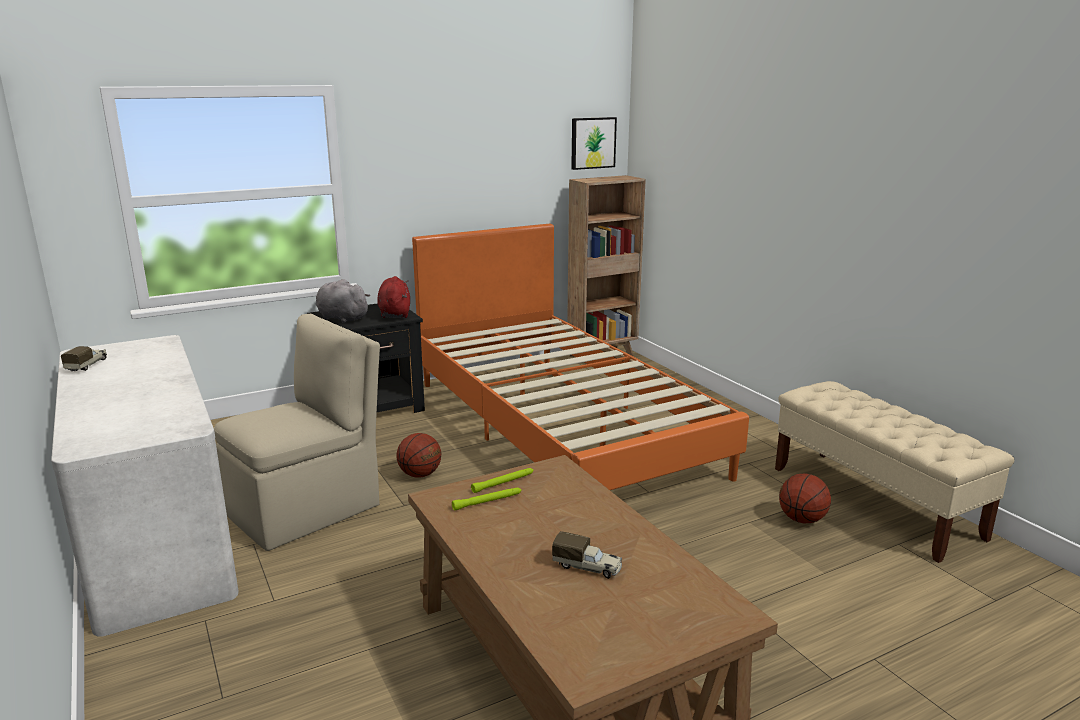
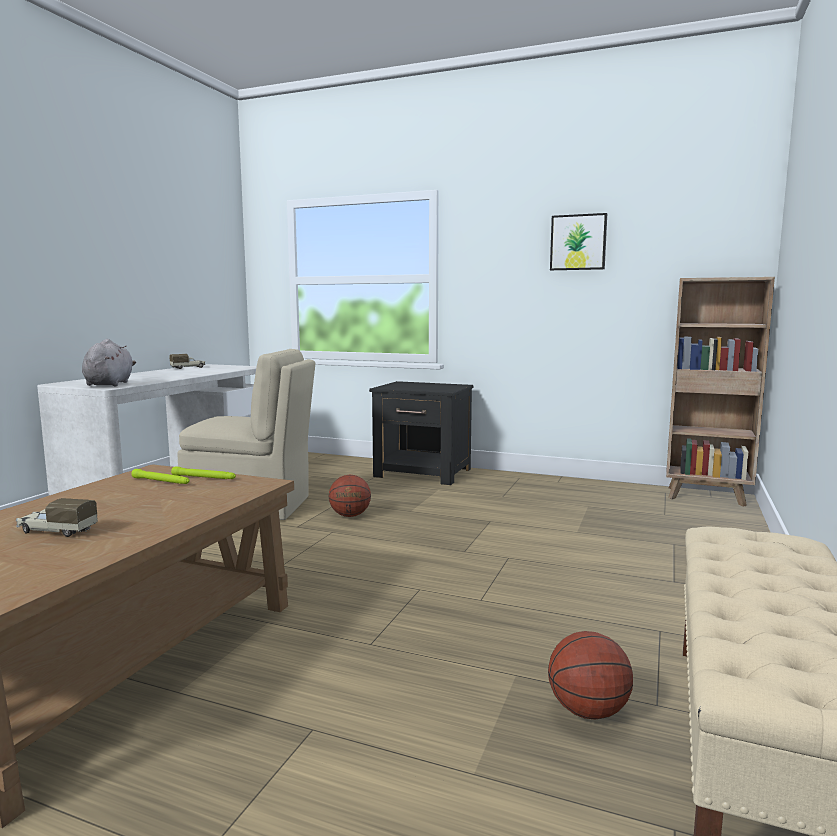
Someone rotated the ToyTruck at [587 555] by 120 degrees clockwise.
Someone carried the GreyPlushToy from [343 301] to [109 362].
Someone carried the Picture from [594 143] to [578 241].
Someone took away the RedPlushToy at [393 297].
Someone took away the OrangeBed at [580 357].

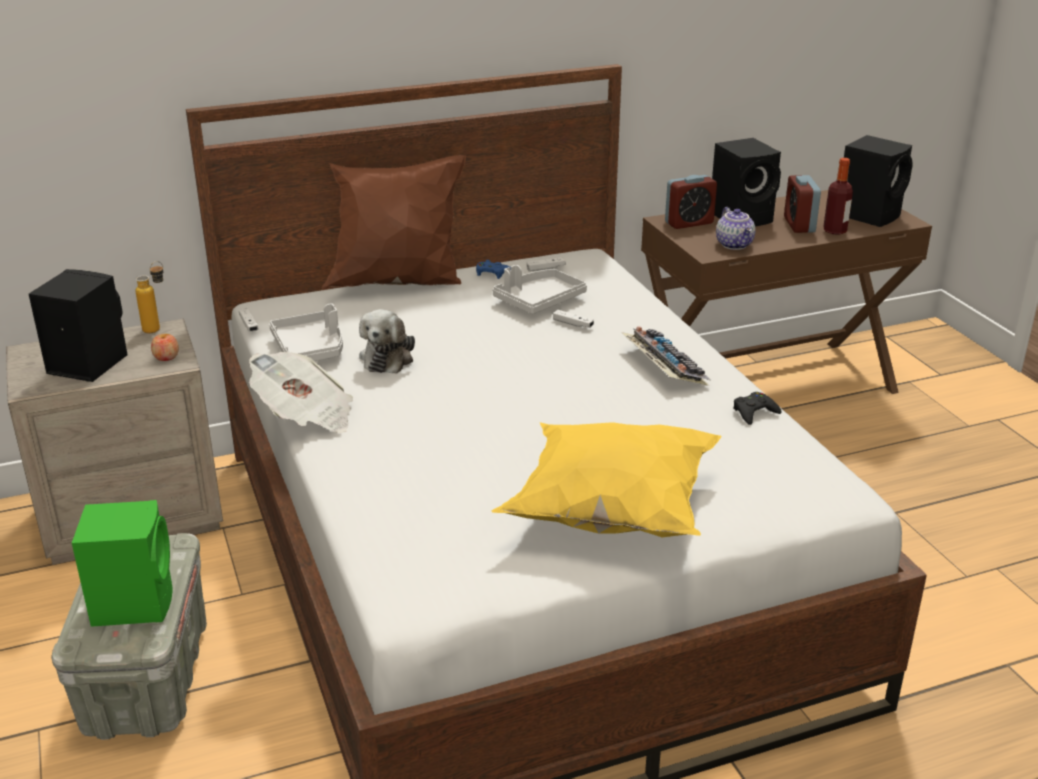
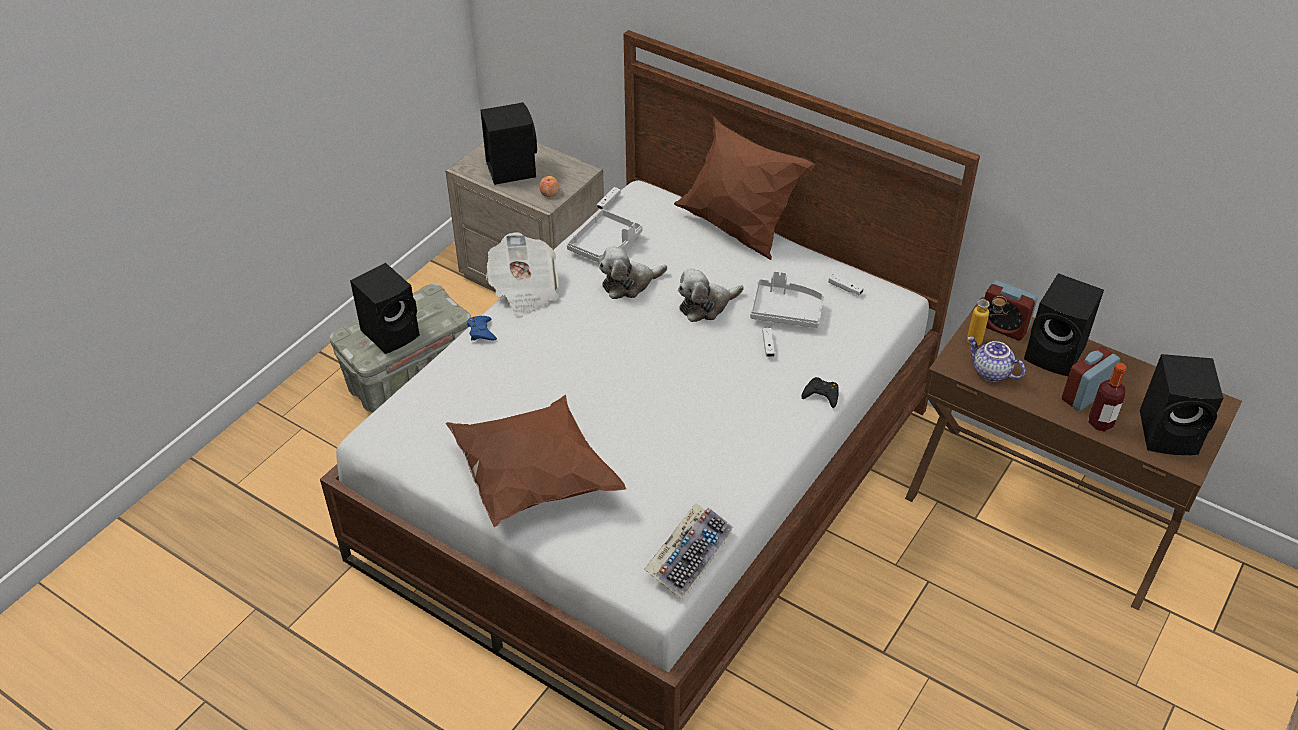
Someone repainted the GreenSpeaker at [122 563], which became the BlackSpeaker at [385 308].
Someone repainted the YellowPillow at [606 479], which became the BrownPillow at [536 461].
Someone carried the BlueGameController from [493 269] to [482 328].
Someone carried the Keyboard from [665 356] to [689 551].
Someone put down the PlushToy at [711 295].
Someone carried the BlackGameController from [757 408] to [820 392].
Someone carried the Bottle from [150 297] to [987 321].
Someone rotated the Teapot at [735 228] by 90 degrees clockwise.

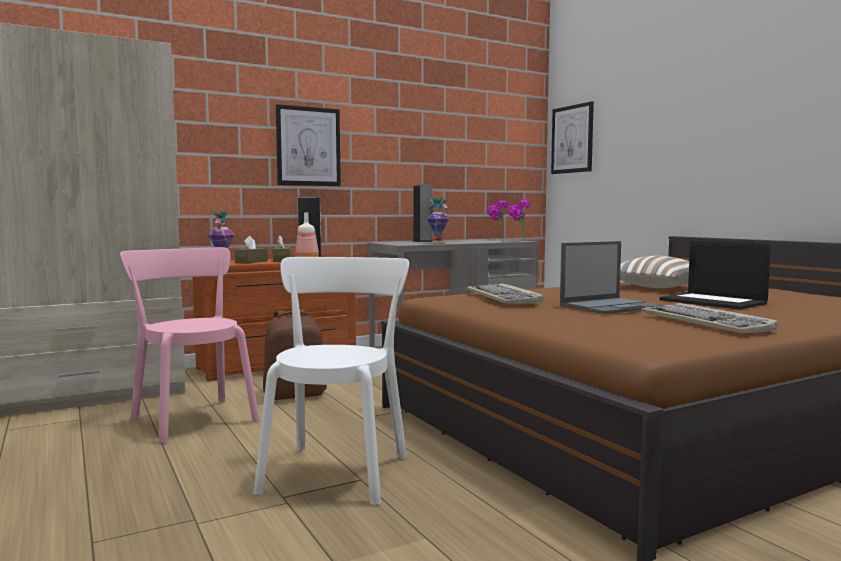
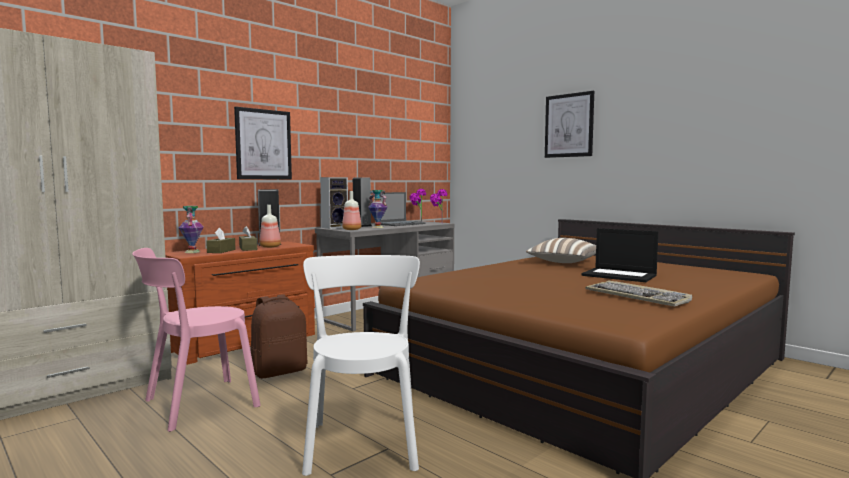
Someone rotated the PinkChair at [190 345] by 75 degrees counterclockwise.
Someone put down the Speaker at [334 203].
Someone put down the Bottle at [351 210].
Someone carried the Laptop from [611 277] to [400 209].
Someone carried the Picture from [572 137] to [569 124].
Someone took away the Keyboard at [505 293].

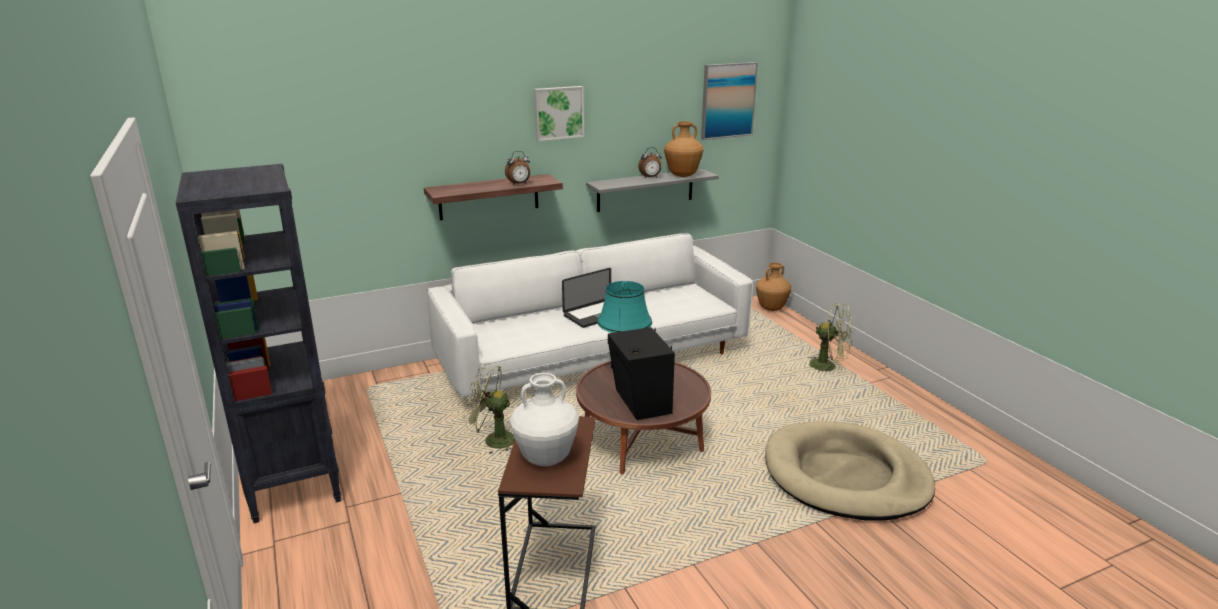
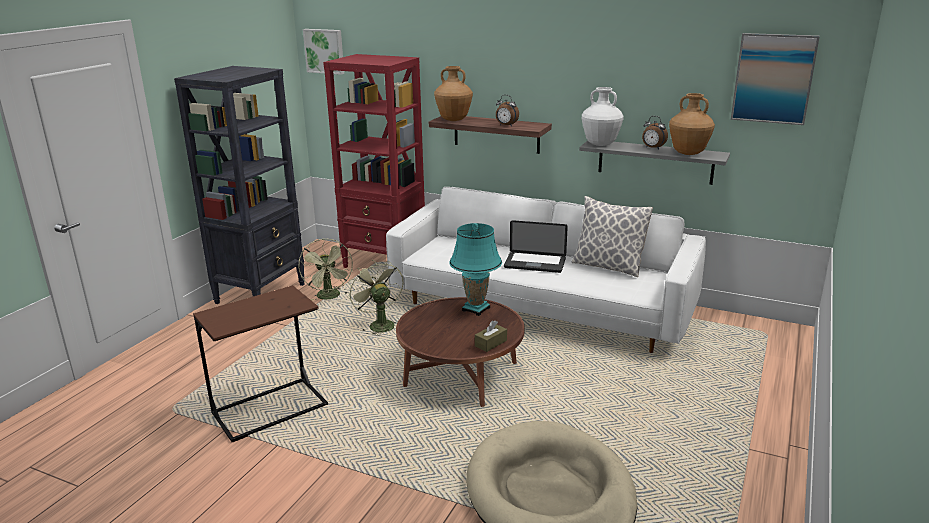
Someone carried the GreenFan from [829 337] to [325 270].
Someone carried the Picture from [559 113] to [323 52].
Someone put down the RedBookcase at [374 161].
Someone carried the BrownVase from [773 286] to [453 93].
Someone put down the BrownTissueBox at [491 336].
Someone put down the Pillow at [612 236].
Someone carried the WhiteVase from [544 419] to [603 116].
Someone took away the BlackSpeaker at [641 373].

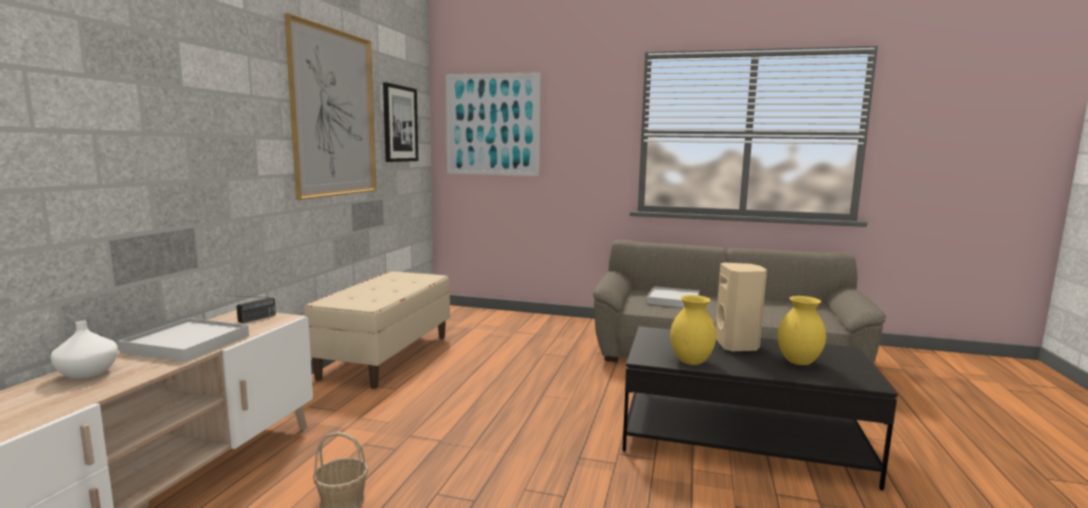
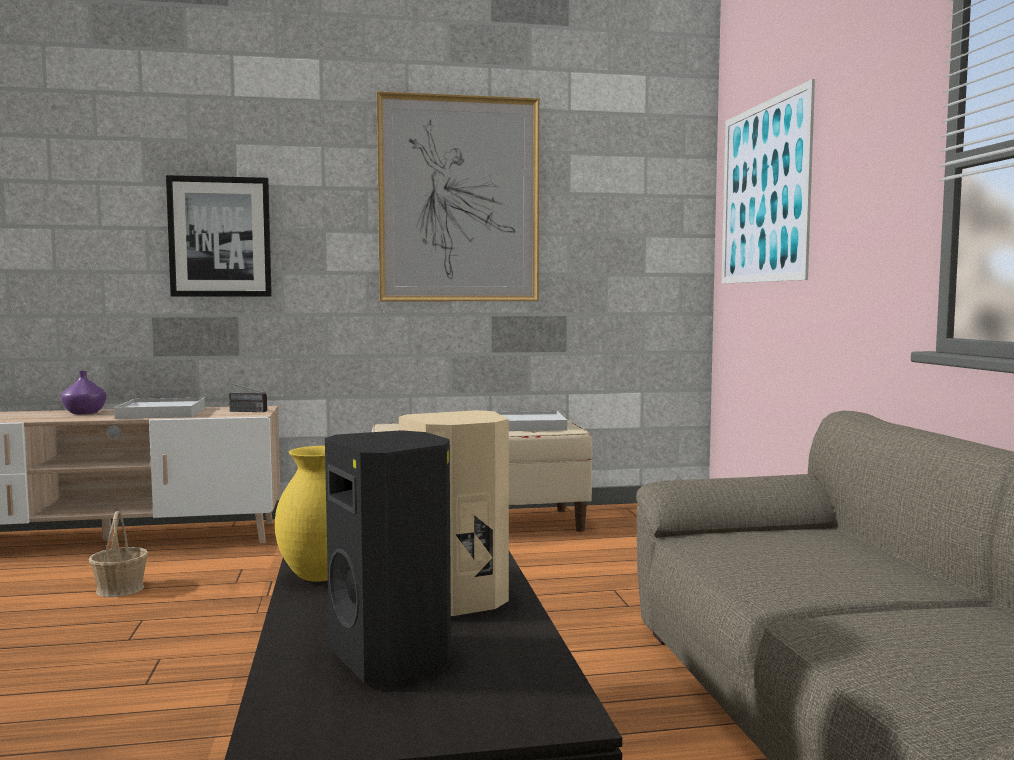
Someone repainted the WhiteVase at [84 350], which became the PurpleVase at [83 392].
Someone carried the Picture from [400 122] to [219 235].
Someone swapped the YellowVase at [802 330] for the BlackSpeaker at [388 557].
Someone carried the WhiteTray from [672 297] to [532 421].

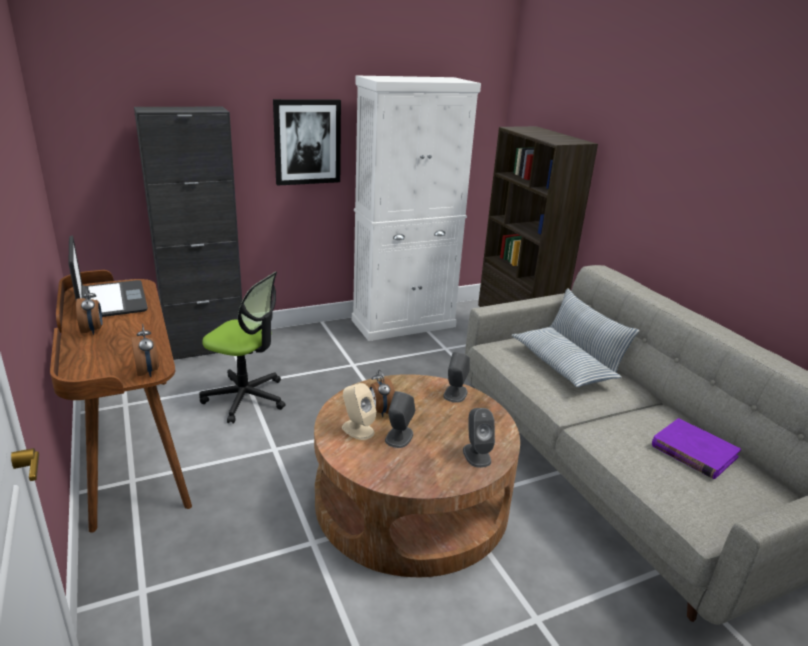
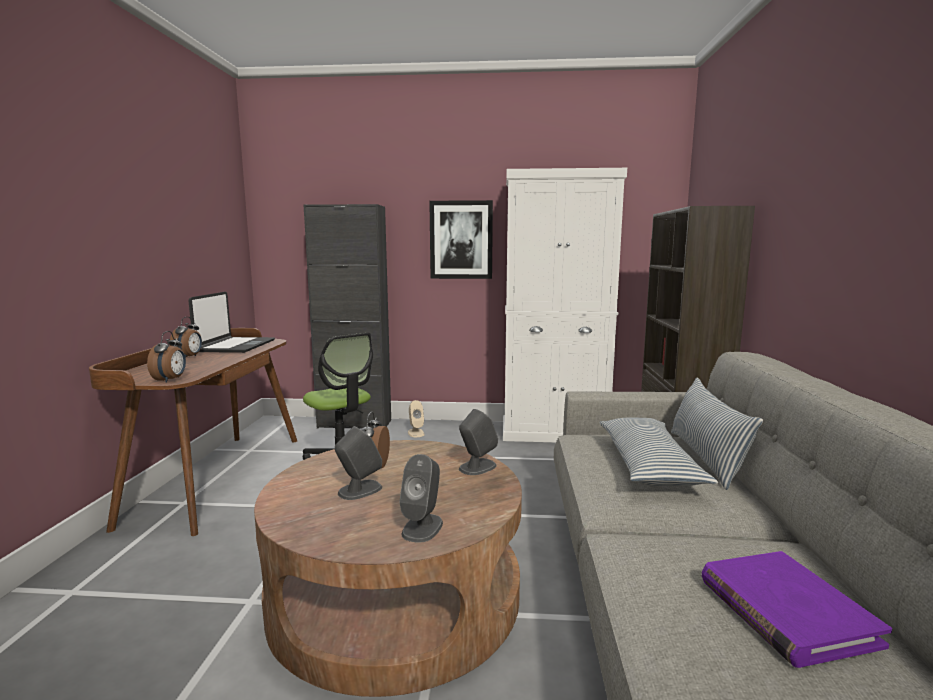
Someone carried the BeigeSpeaker from [359 411] to [416 418].

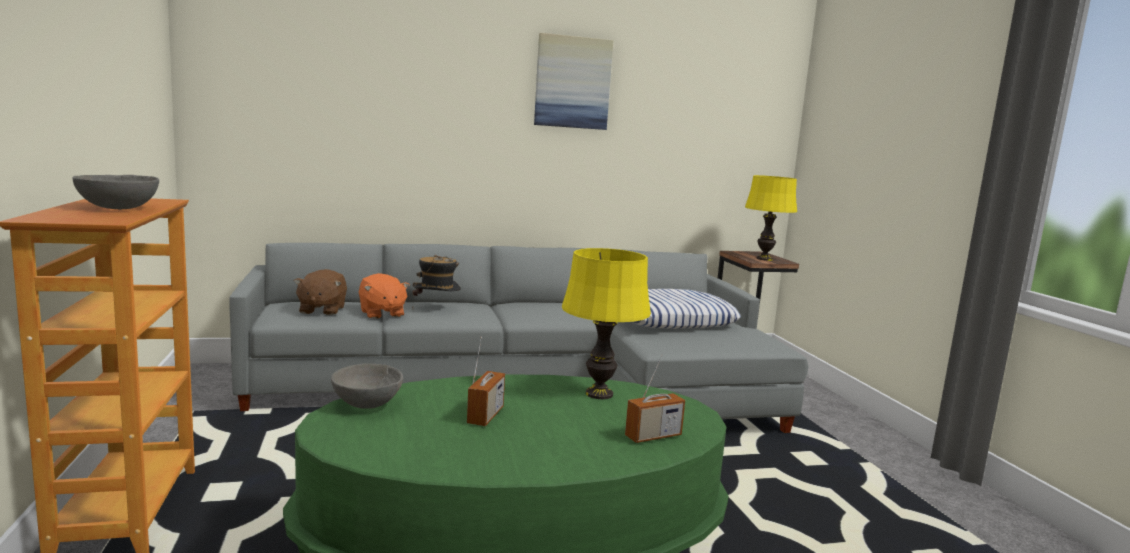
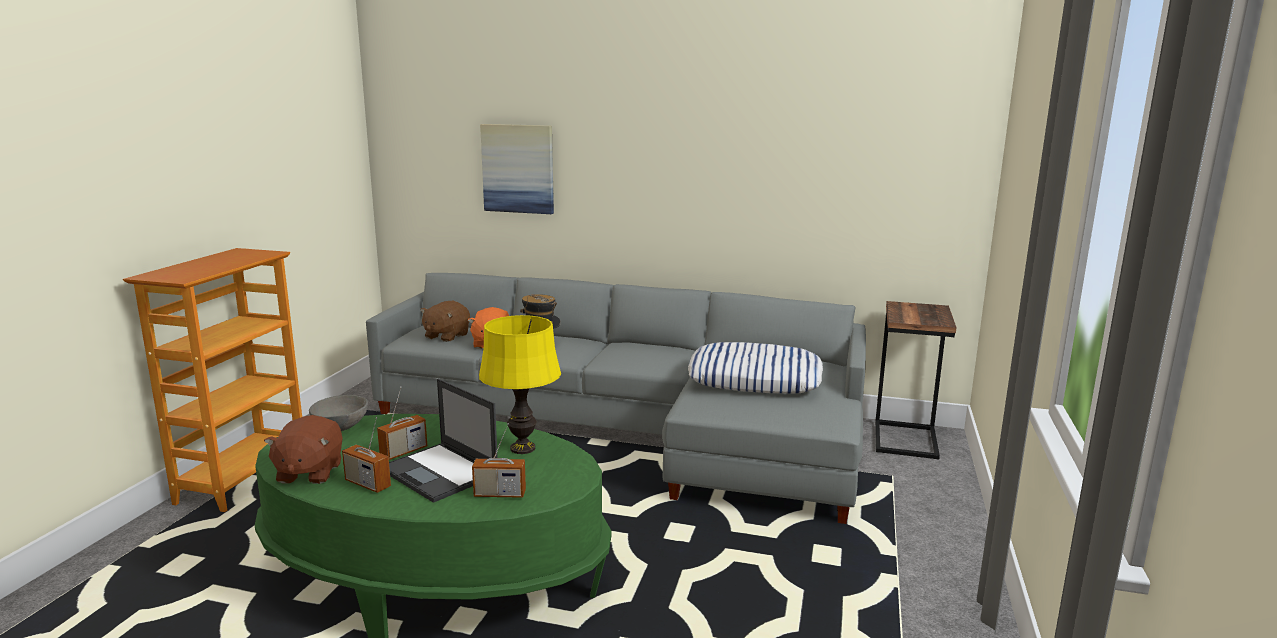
Someone put down the BrownPlushToy at [303 449].
Someone put down the Radio at [366 455].
Someone put down the Laptop at [443 441].
Someone carried the Picture from [574 81] to [517 169].
Someone took away the GreyBowl at [116 192].
Someone took away the YellowTableLamp at [771 218].

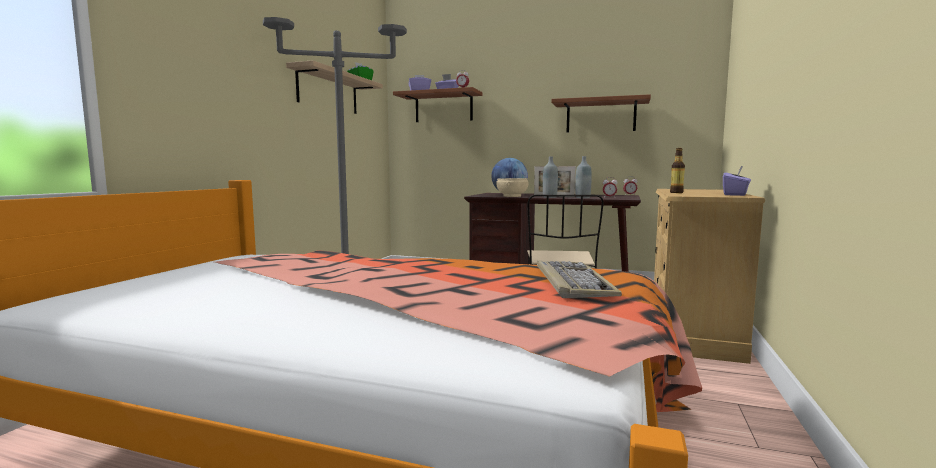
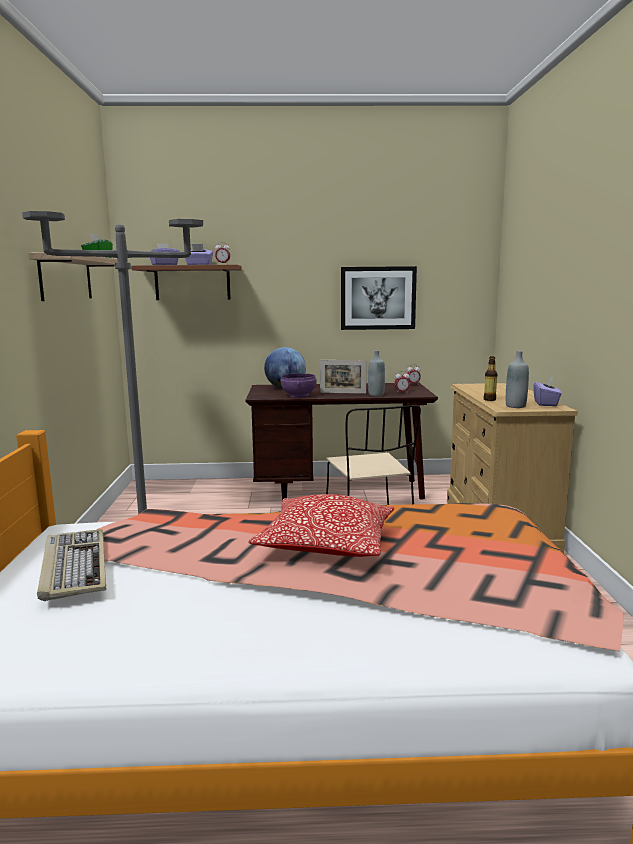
Someone carried the Keyboard from [579 279] to [71 565].
Someone put down the Pillow at [321 525].
Someone repainted the BeigeBowl at [512 187], which became the PurpleBowl at [299 385].
Someone swapped the BrownShelf at [601 113] for the Picture at [379 298].
Someone carried the GreyBottle from [550 177] to [517 379].

